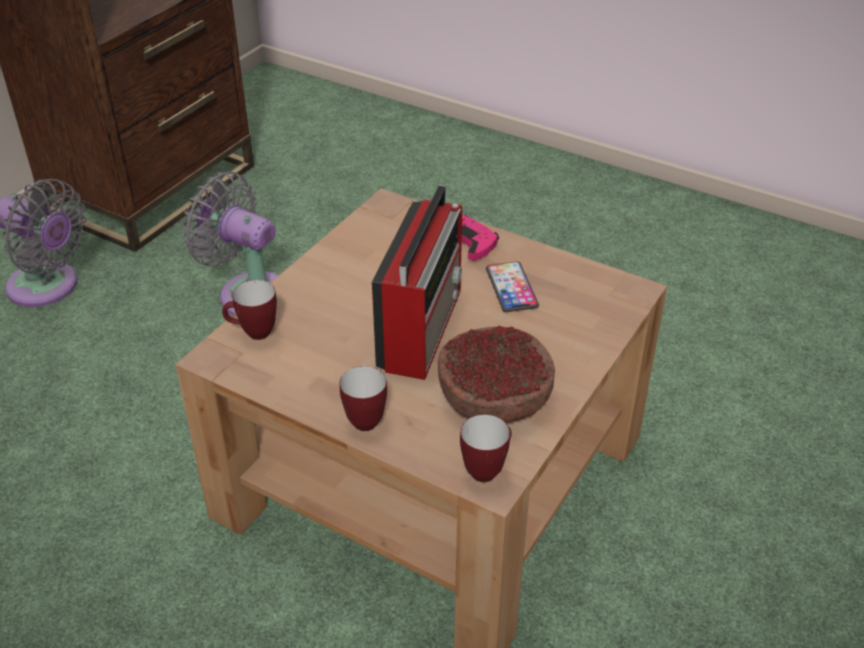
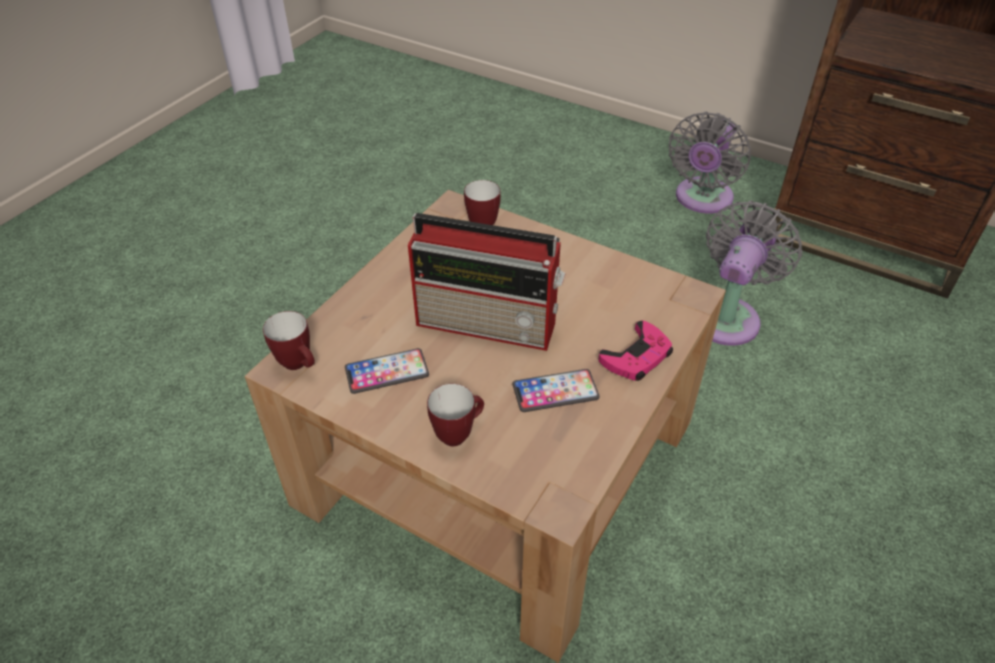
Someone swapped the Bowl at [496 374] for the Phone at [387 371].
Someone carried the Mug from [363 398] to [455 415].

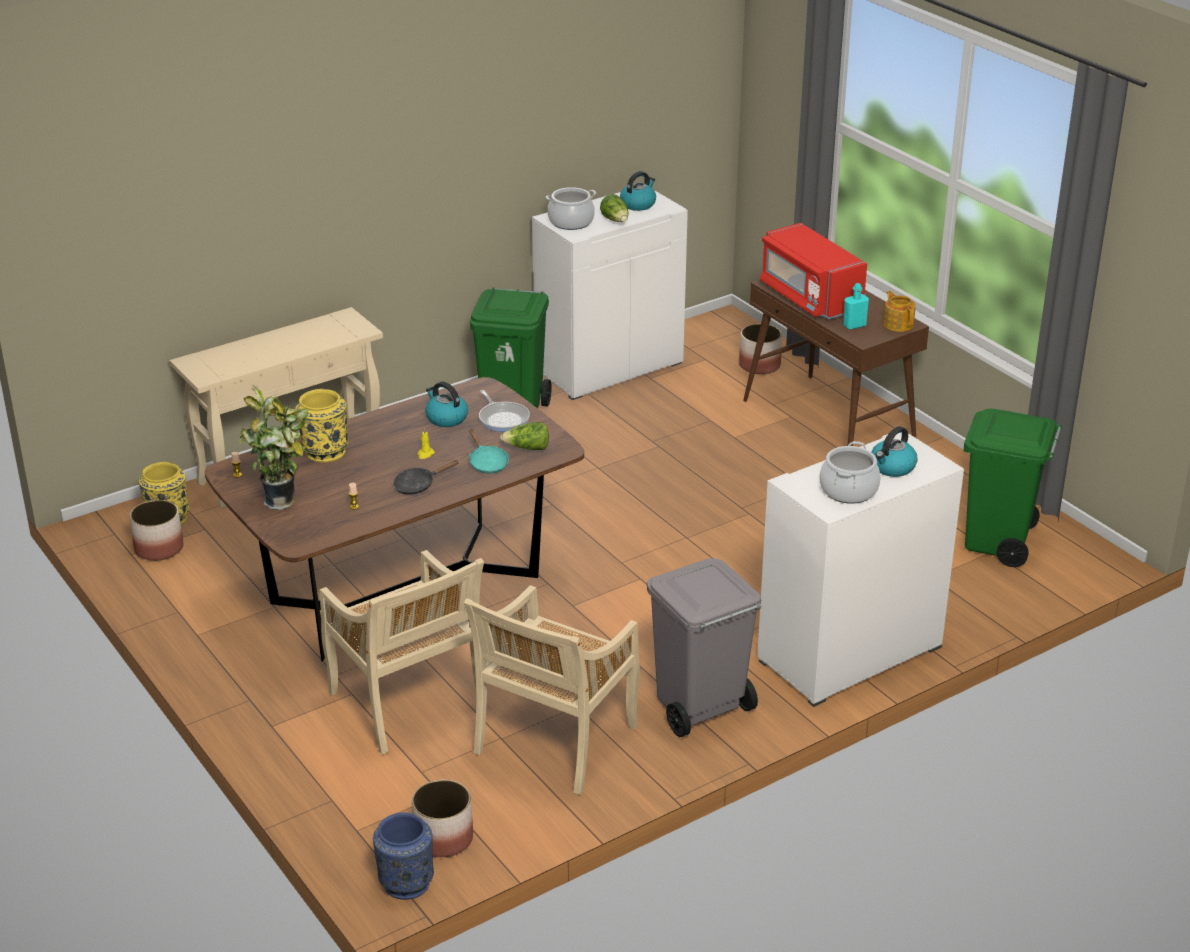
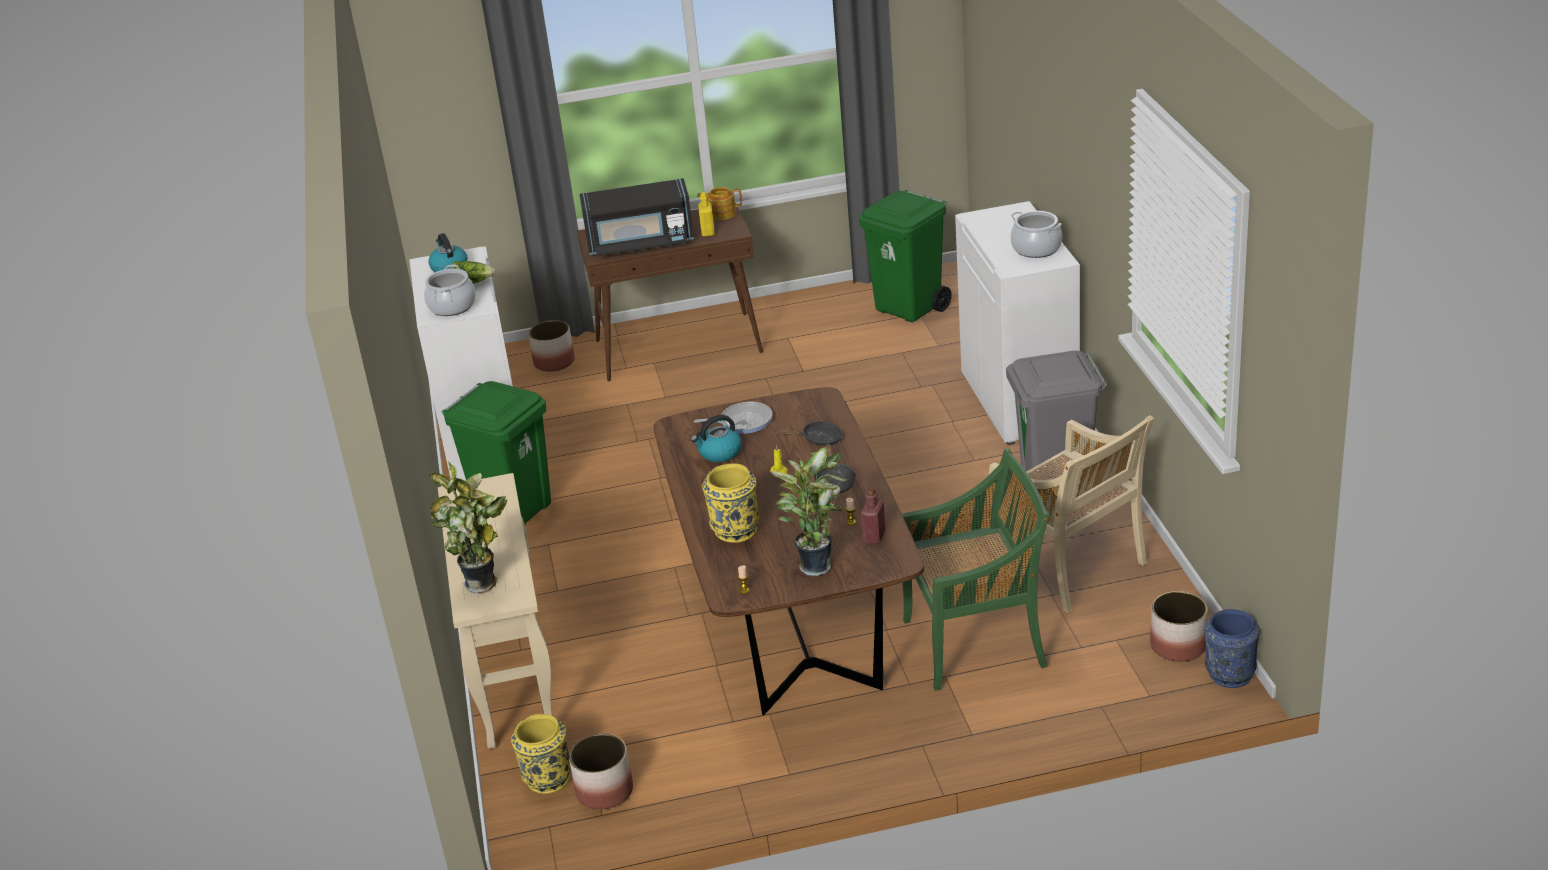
Someone put down the PottedPlant at [467 527].
Someone repainted the RedMicrowave at [813 271], which became the BlackMicrowave at [637 217].
Someone repainted the TurquoiseBottle at [856 306], which became the YellowBottle at [706 214].
Someone repainted the TurquoiseFryingPan at [489 451], which became the BlackFryingPan at [808 433].
Someone put down the RedBottle at [873 516].
Someone repainted the BeigeChair at [404 652], which became the GreenChair at [976 569].
Someone took away the Lettuce at [524 436].
Someone took away the Kettle at [894 451].

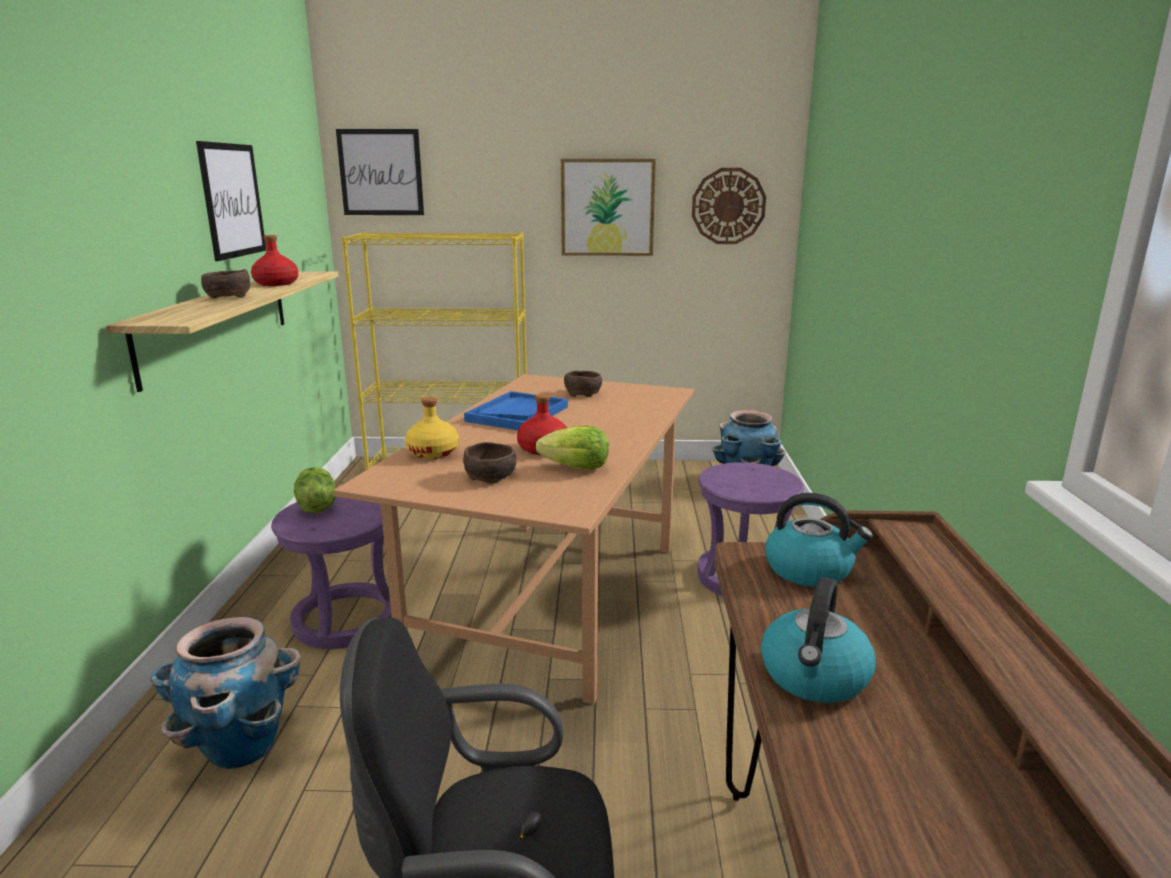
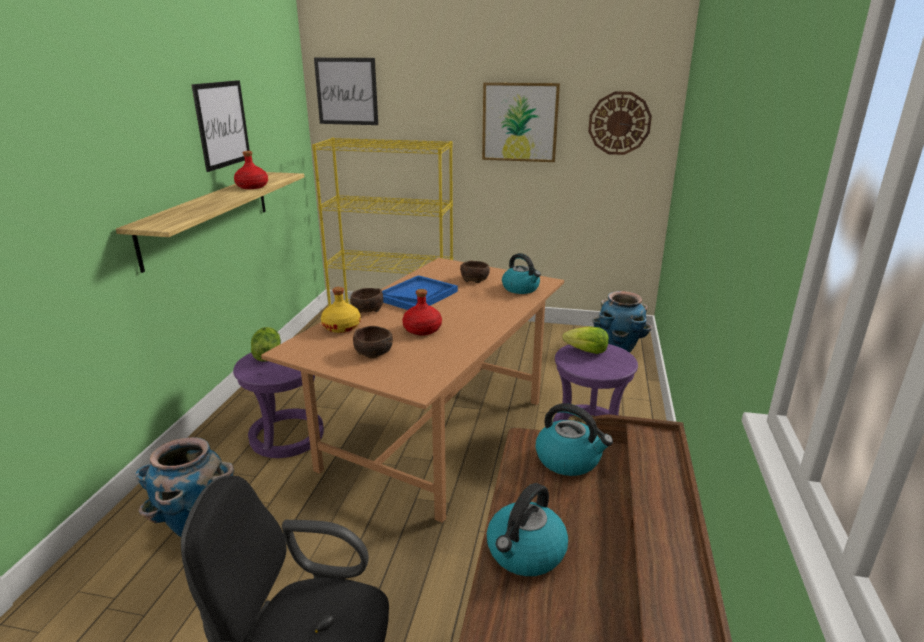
Someone carried the BrownBowl from [225 283] to [366 300].
Someone put down the Kettle at [521 273].
Someone carried the Lettuce from [572 448] to [585 340].

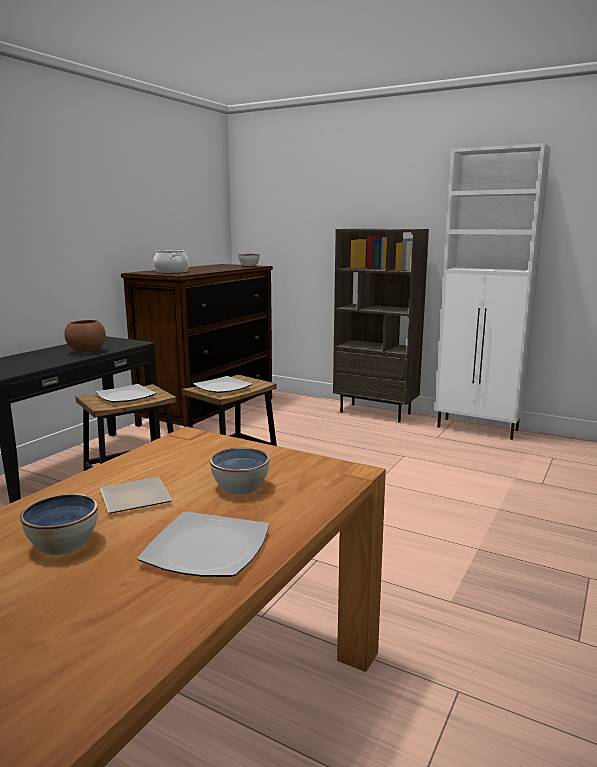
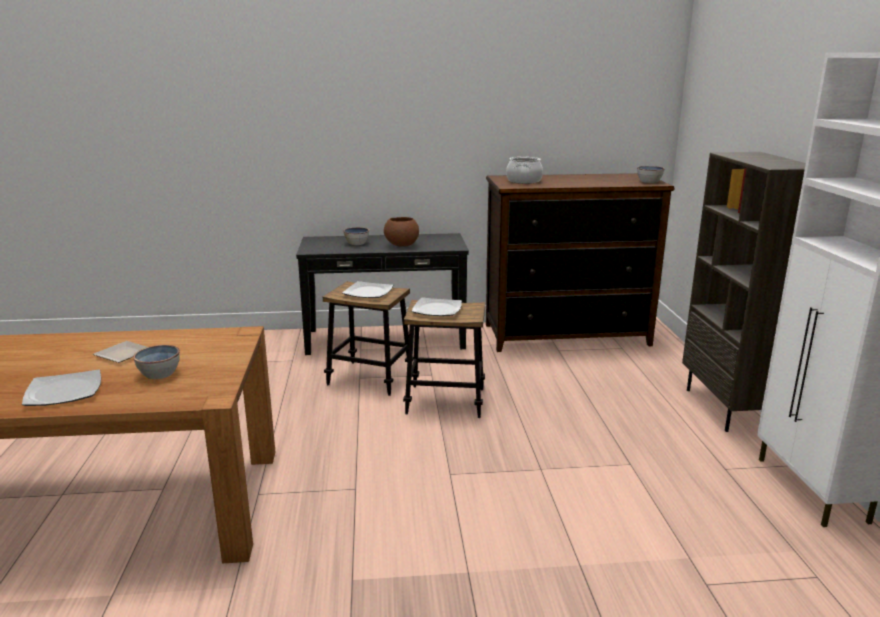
Someone carried the Bowl from [59 524] to [356 236].

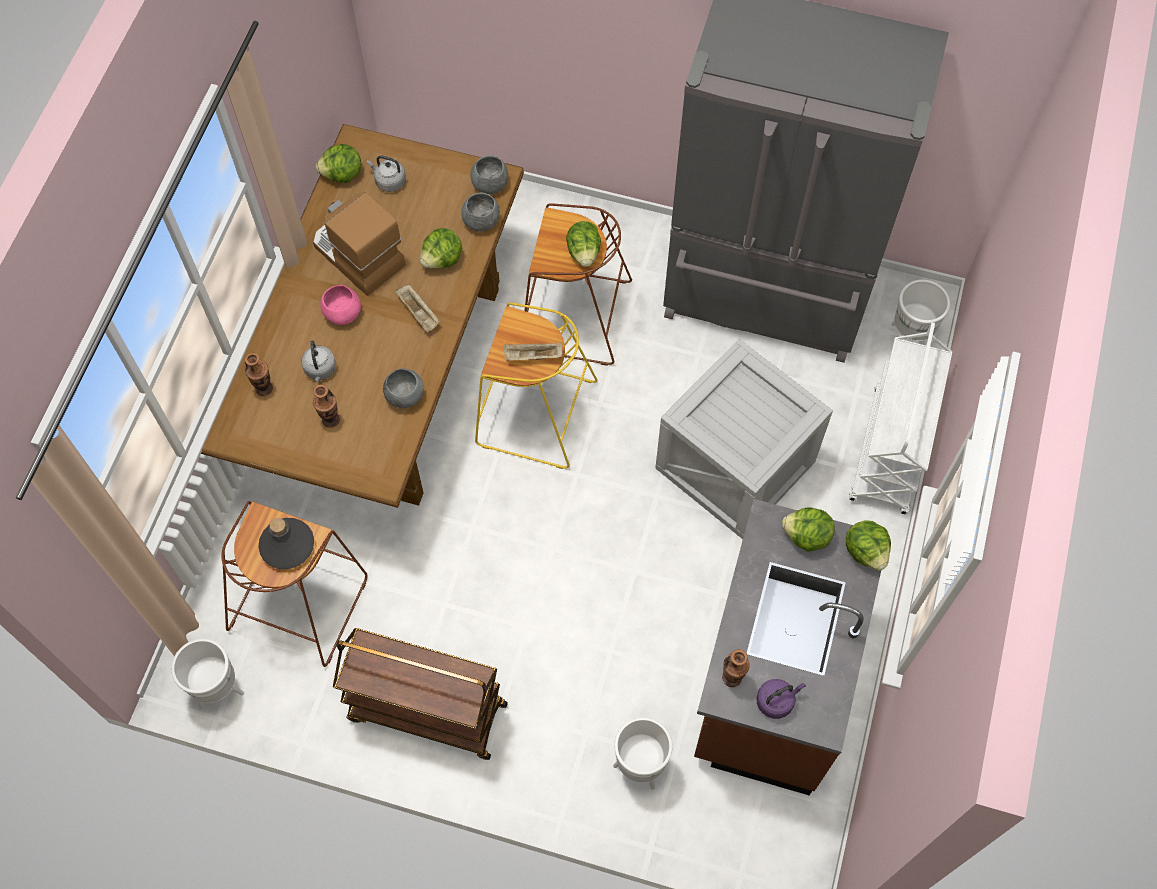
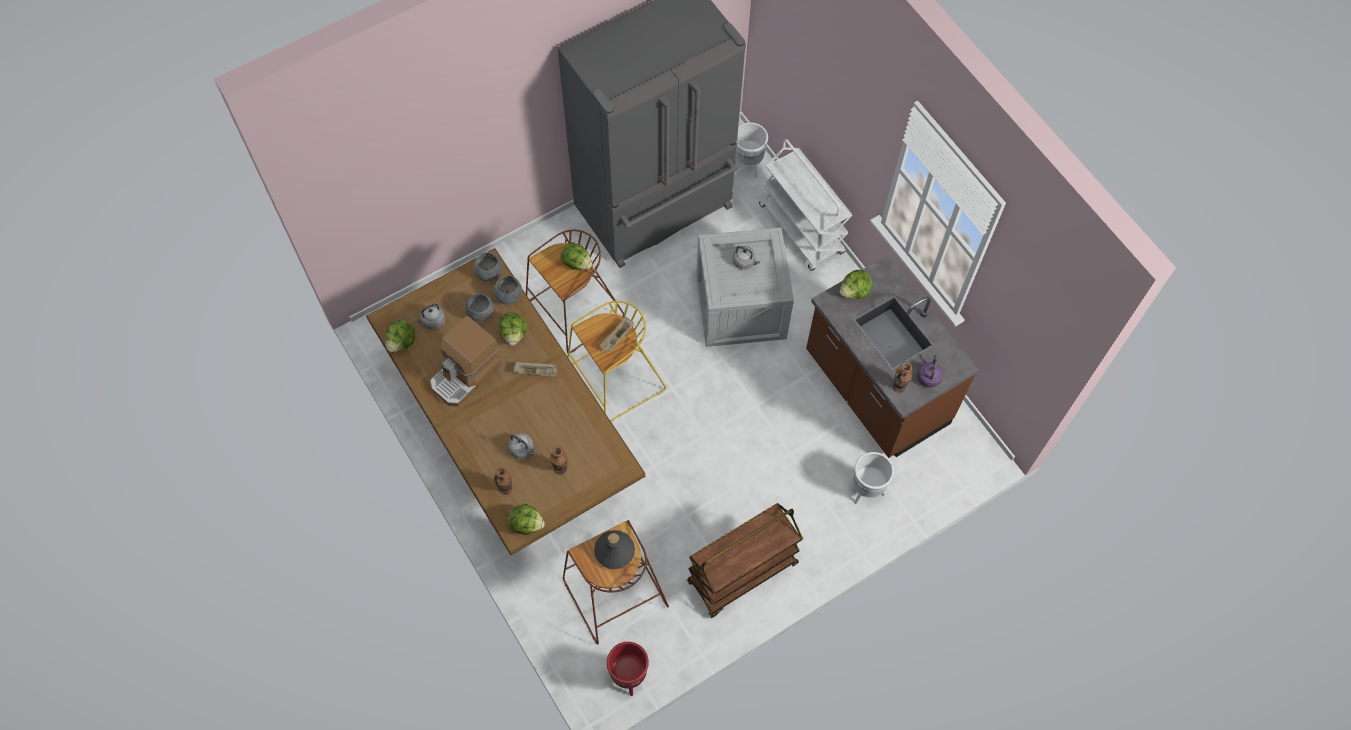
Someone rotated the CoffeeMachine at [359 244] by 45 degrees counterclockwise.
Someone carried the GreyBowl from [403 388] to [479 308].
Someone carried the Lettuce from [868 545] to [526 519].
Someone repainted the WhitePlanter at [207 674], which became the RedPlanter at [628 669].
Someone put down the GreyKettle at [746 258].
Someone took away the PinkBowl at [340 305].

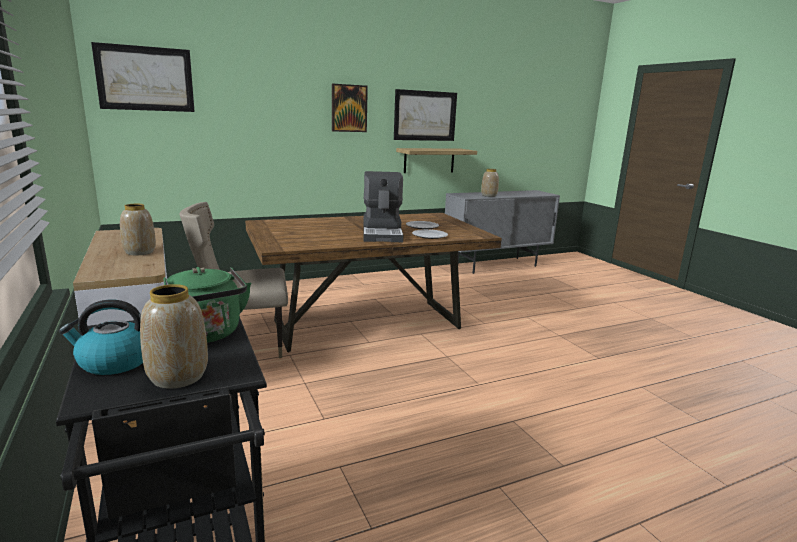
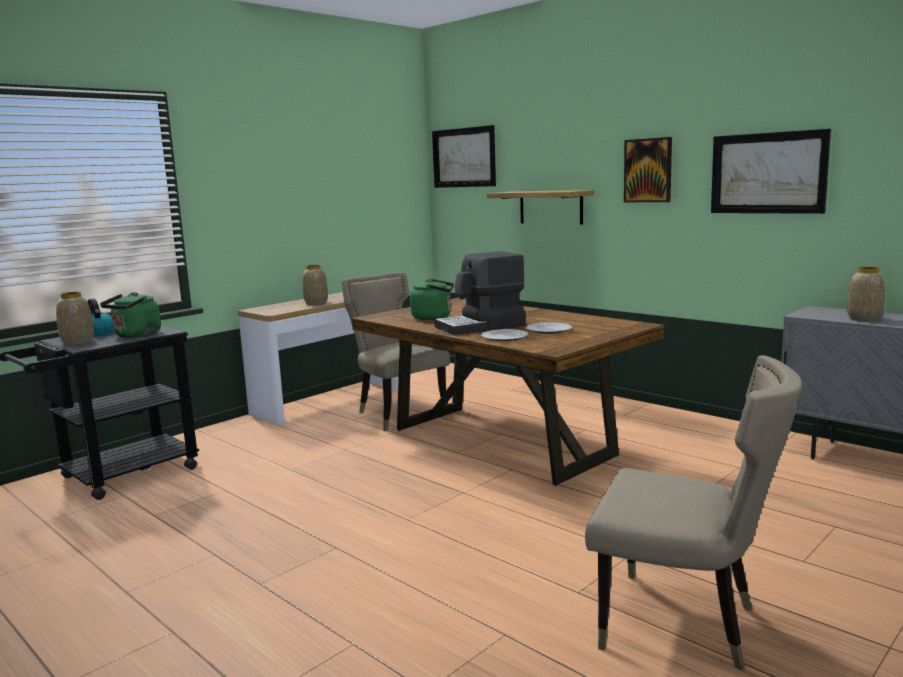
Someone put down the GreenKettle at [432 299].
Someone carried the Shelf from [436 160] to [540 207].
Someone put down the BeigeChair at [693 513].

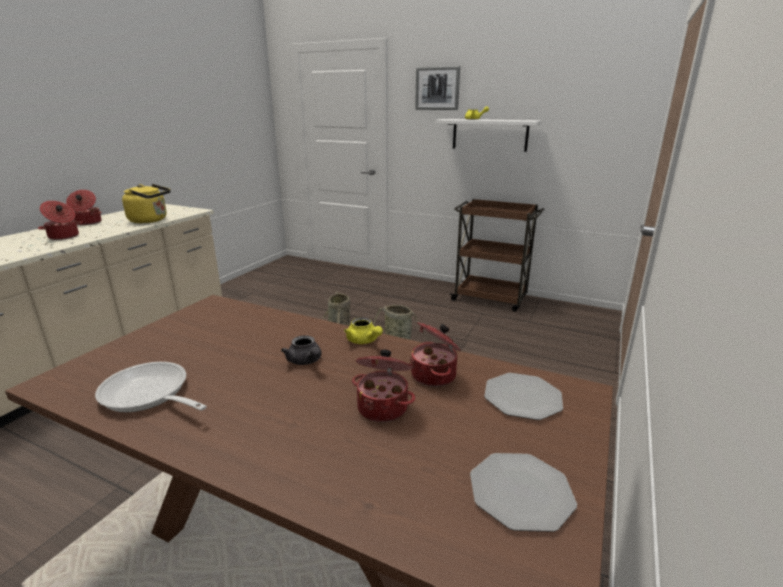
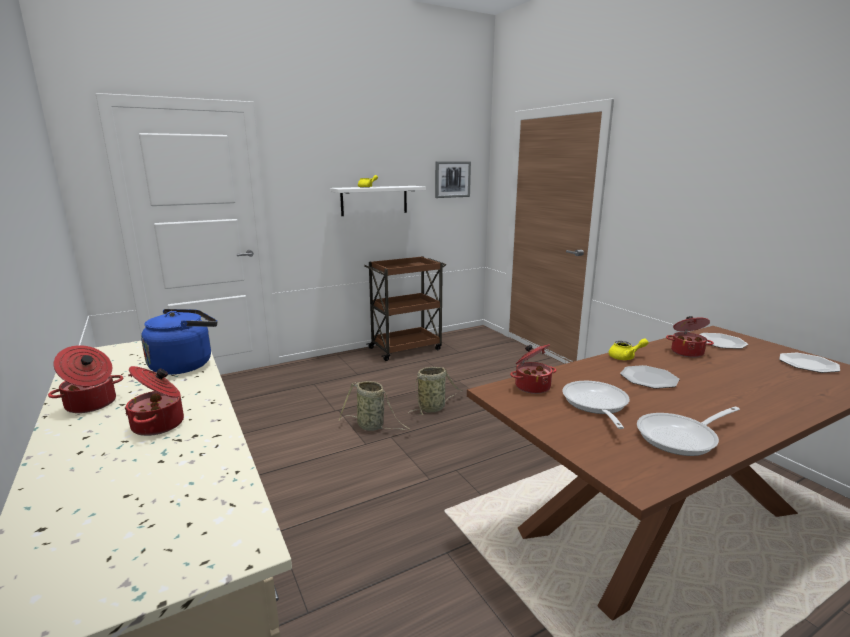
Someone repainted the YellowKettle at [146 203], which became the BlueKettle at [179 342].
Someone carried the Picture from [437 88] to [453 179].
Someone carried the CookingPot from [383 385] to [533 369].
Someone put down the FryingPan at [596 405].
Someone swapped the GreyTeapot at [301 350] for the Plate at [650 377].

